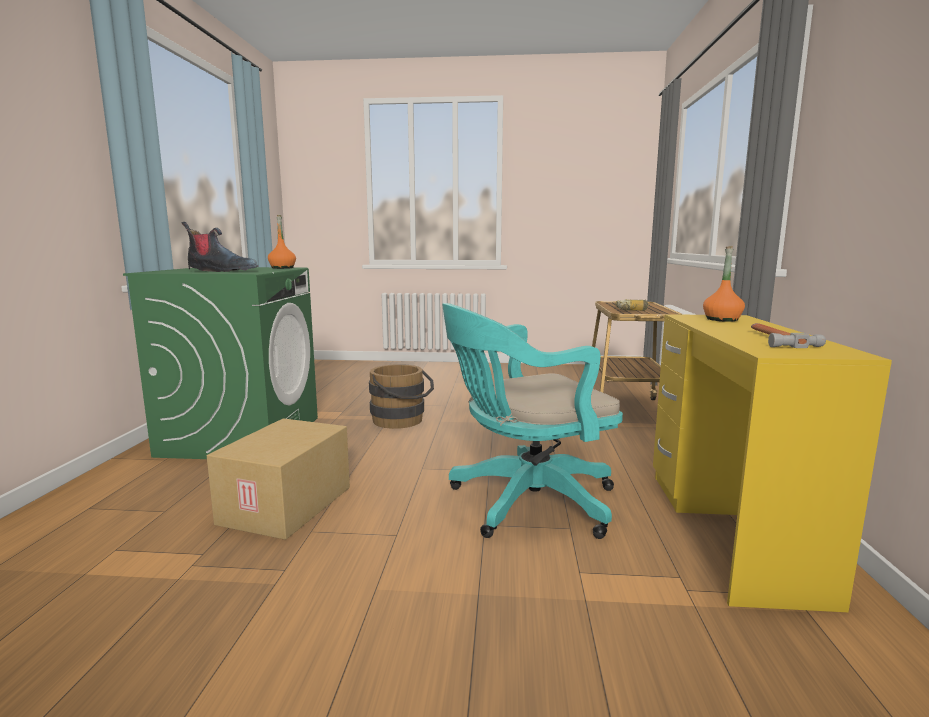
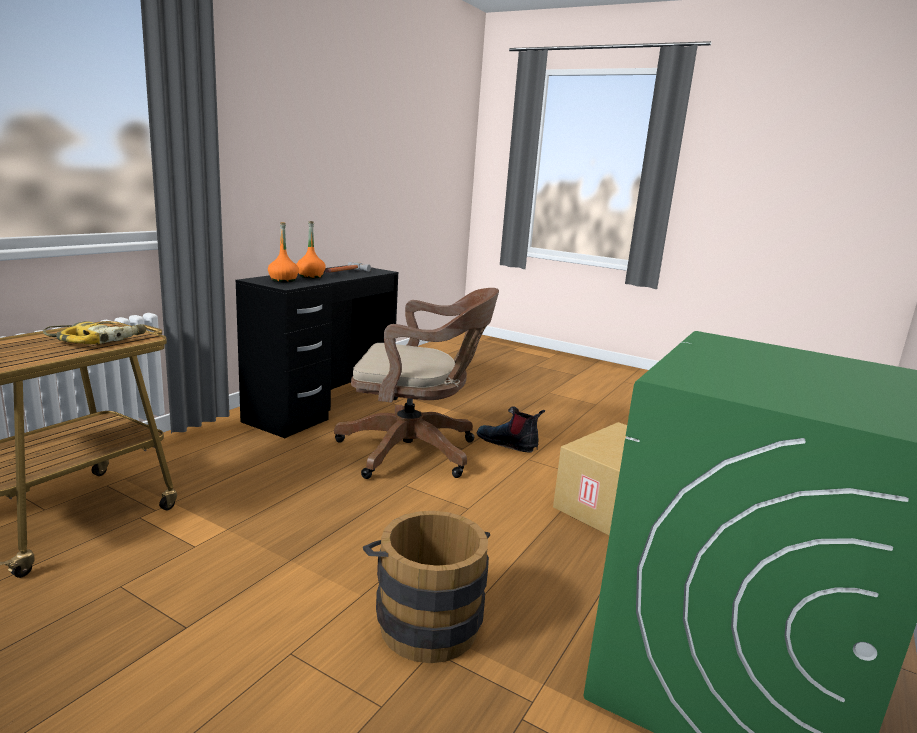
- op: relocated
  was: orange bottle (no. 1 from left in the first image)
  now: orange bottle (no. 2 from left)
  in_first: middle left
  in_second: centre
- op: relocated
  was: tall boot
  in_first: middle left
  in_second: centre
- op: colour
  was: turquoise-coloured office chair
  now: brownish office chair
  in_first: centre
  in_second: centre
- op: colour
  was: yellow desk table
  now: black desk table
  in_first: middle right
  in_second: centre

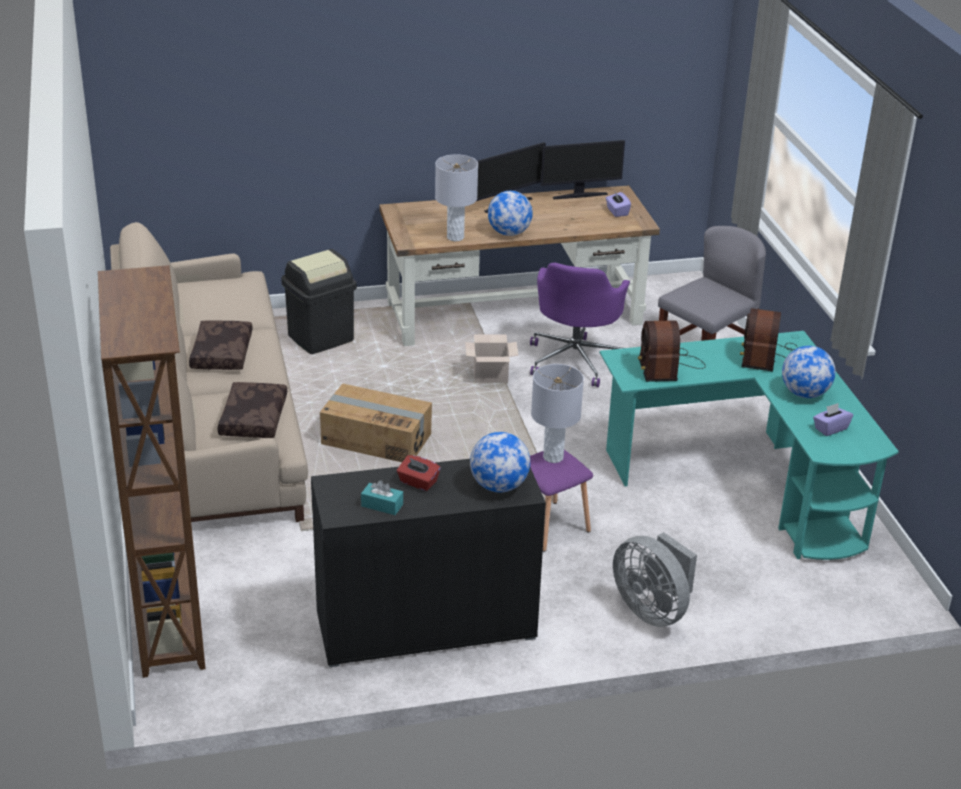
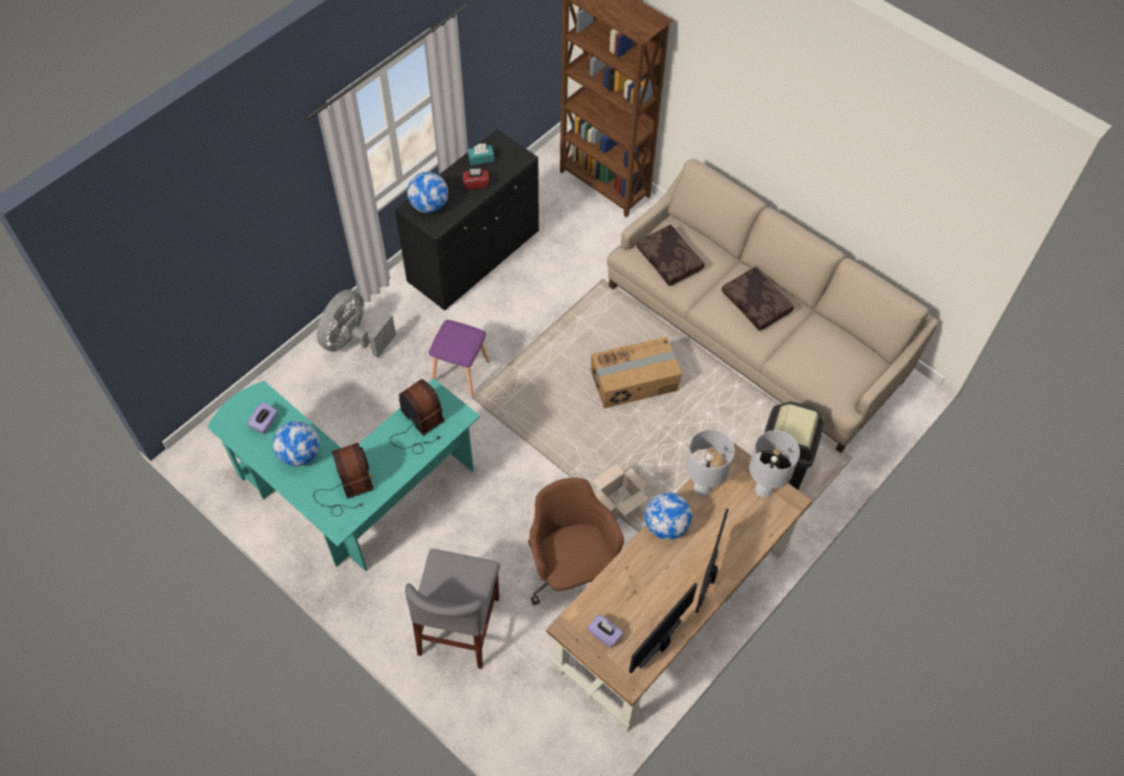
- op: colour
  was: purple-coloured office chair
  now: brownish office chair
  in_first: centre
  in_second: bottom centre
- op: relocated
  was: greyish tabletop lamp (no. 2 from left)
  in_first: centre
  in_second: middle right
- op: spun
  was: greyish fan
  in_first: bottom right
  in_second: middle left
  clockwise: -75

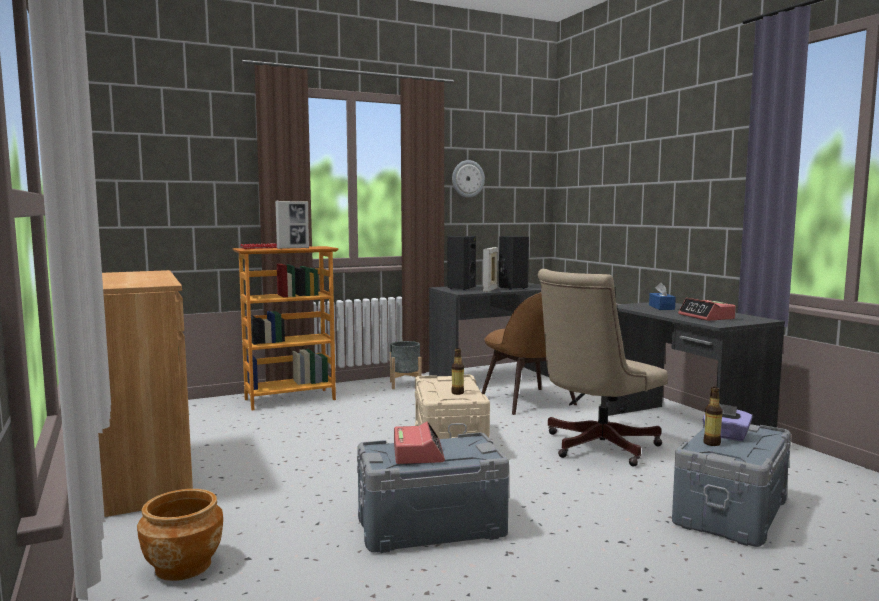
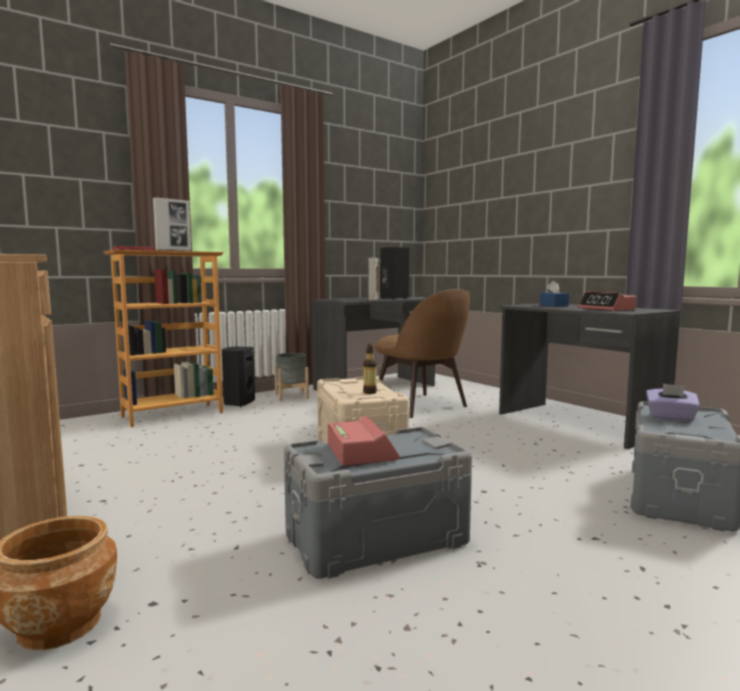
- op: missing
  was: wall clock
  in_first: top centre
- op: relocated
  was: black loudspeaker (no. 1 from left)
  in_first: centre
  in_second: middle left
- op: missing
  was: beige-coloured office chair
  in_first: middle right
- op: missing
  was: bottle (no. 2 from left)
  in_first: bottom right

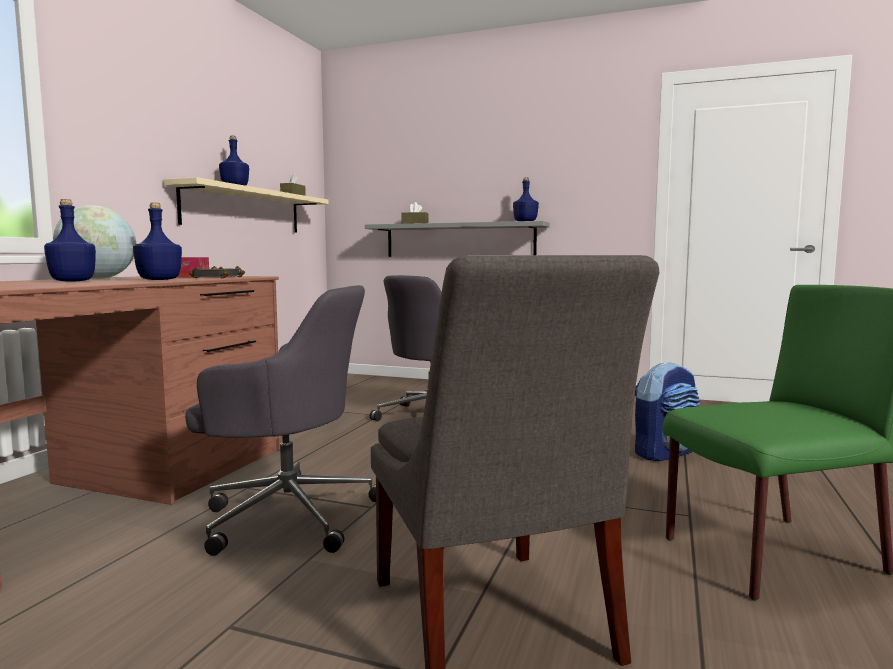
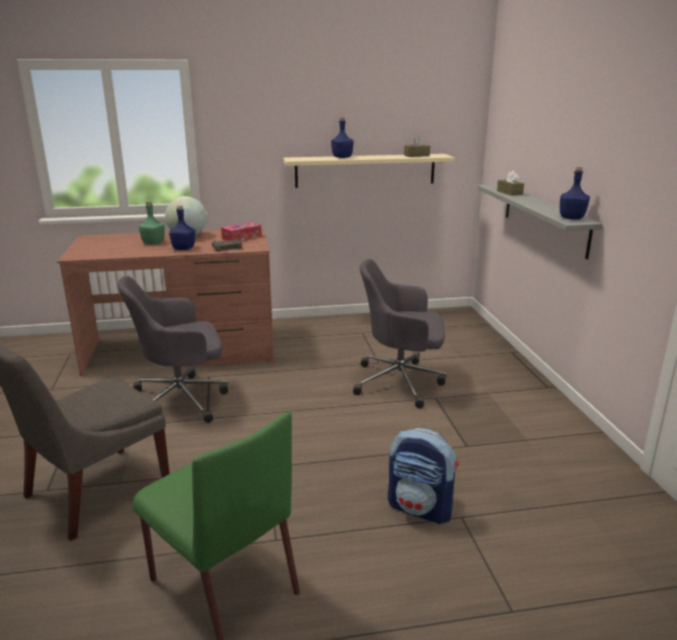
- op: colour
  was: blue bottle (no. 1 from left)
  now: greenish bottle
  in_first: middle left
  in_second: middle left
- op: spun
  was: greyish office chair (no. 1 from left)
  in_first: middle left
  in_second: middle left
  clockwise: 90

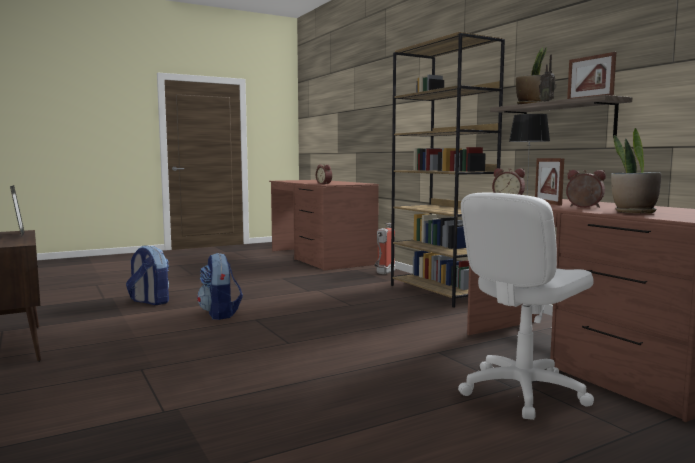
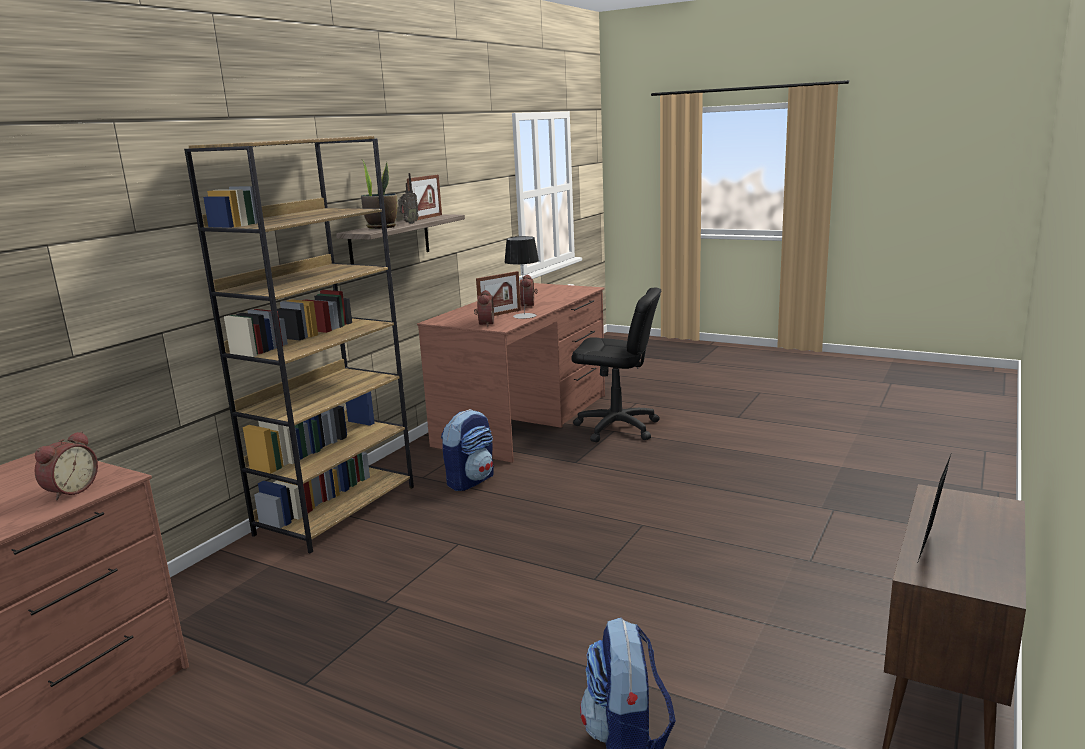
- op: missing
  was: plant in a pot (no. 2 from left)
  in_first: middle right
- op: colour
  was: white office chair
  now: black office chair
  in_first: middle right
  in_second: centre
- op: missing
  was: fire-fighting cylinder
  in_first: centre
- op: relocated
  was: rucksack (no. 2 from left in the first image)
  now: rucksack (no. 1 from left)
  in_first: middle left
  in_second: centre

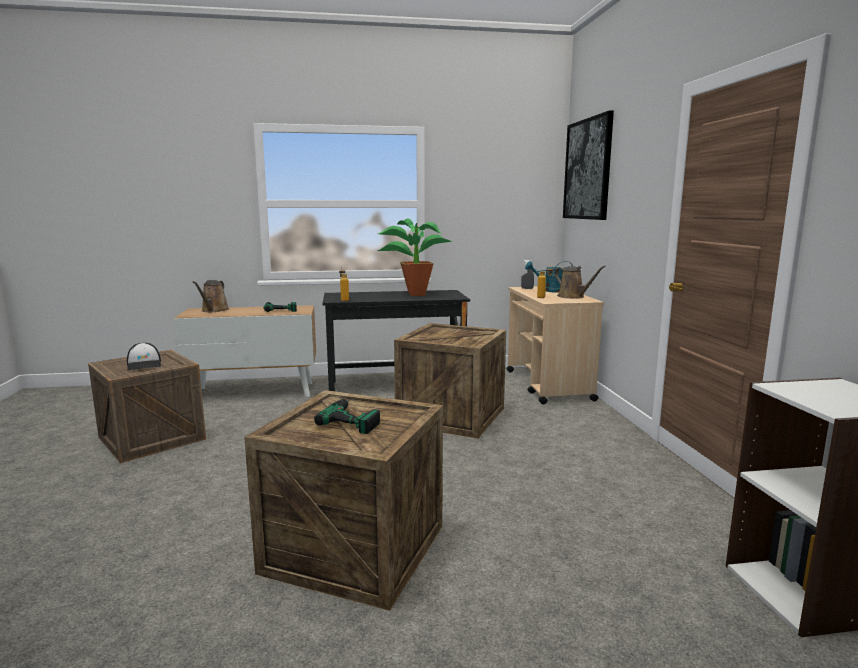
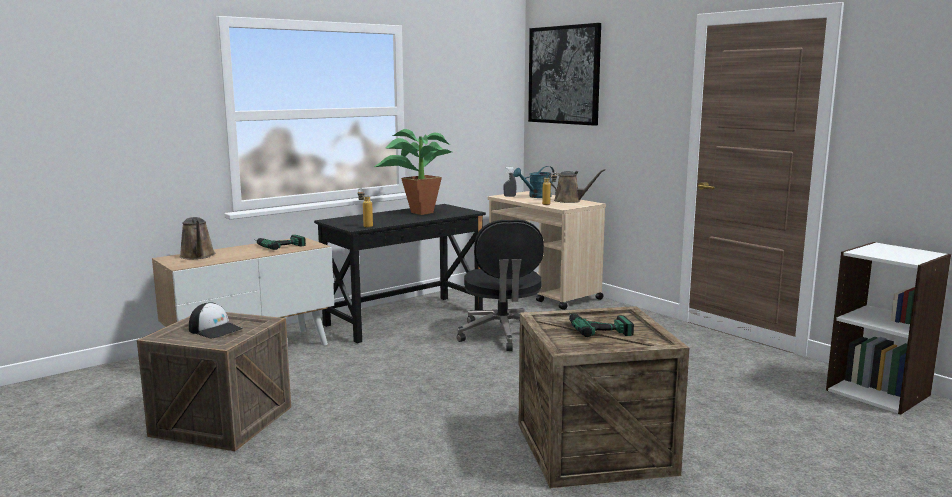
- op: exchanged
  was: packing crate (no. 3 from left)
  now: black office chair
  in_first: centre
  in_second: centre

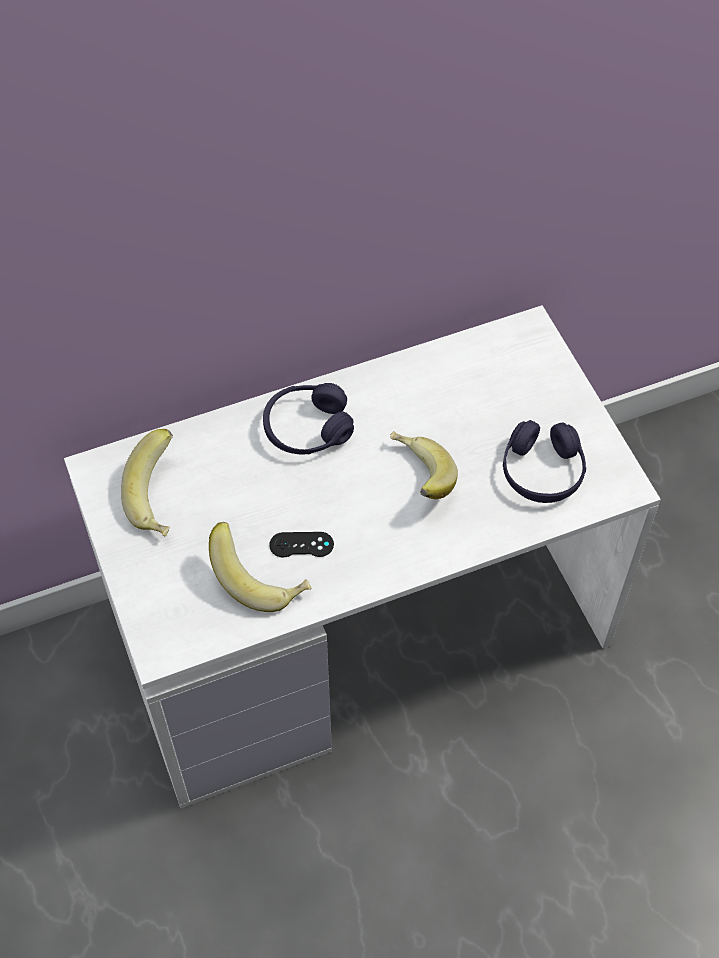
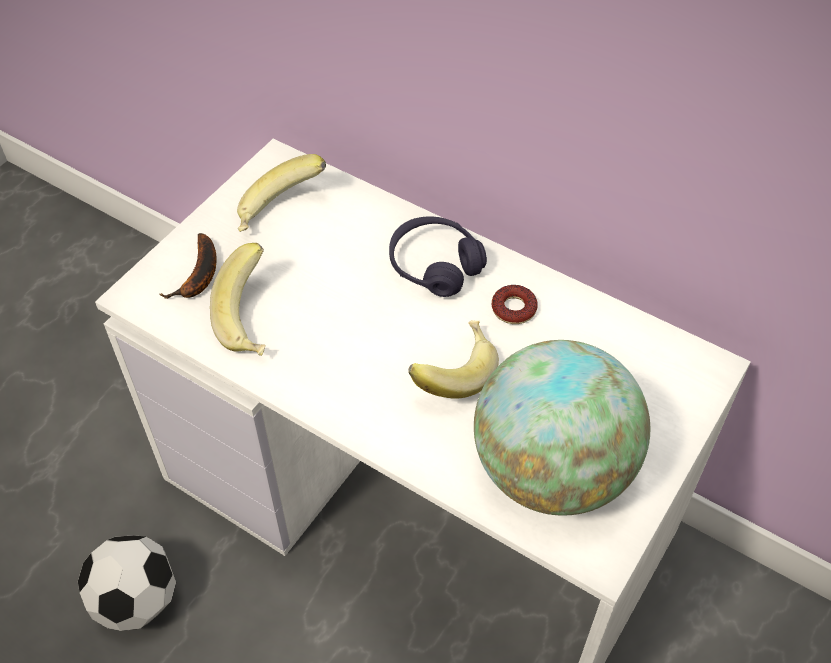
- op: exchanged
  was: purple-coloured headset (no. 2 from left)
  now: desk globe
  in_first: middle right
  in_second: middle right
- op: missing
  was: black joypad
  in_first: centre
- op: appeared
  now: banana fruit (no. 1 from left)
  in_second: middle left
- op: appeared
  now: ring doughnut
  in_second: centre
- op: appeared
  now: football ball
  in_second: bottom left

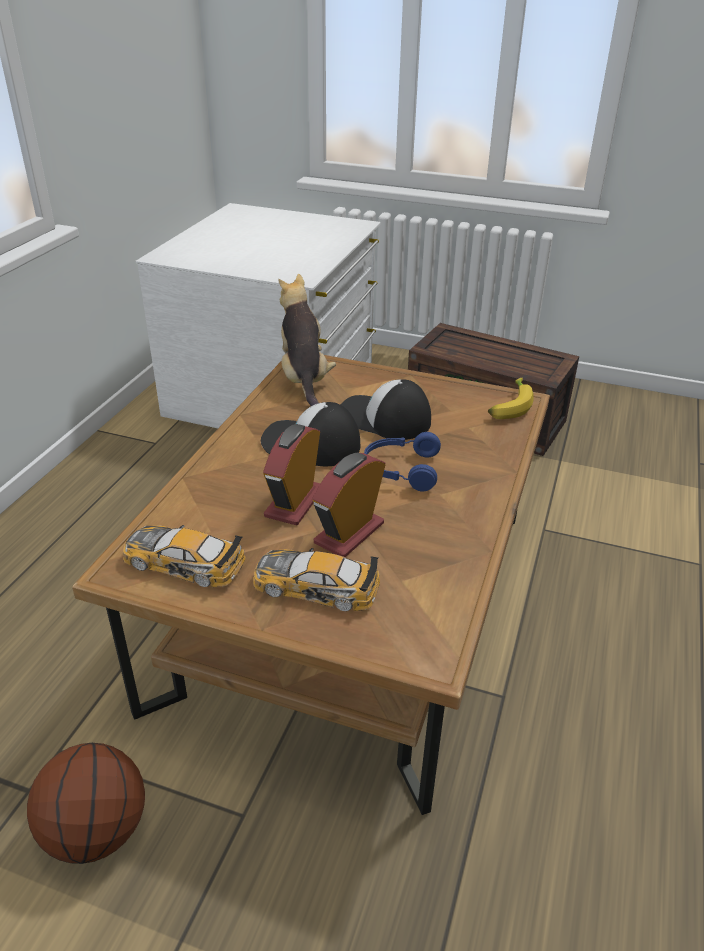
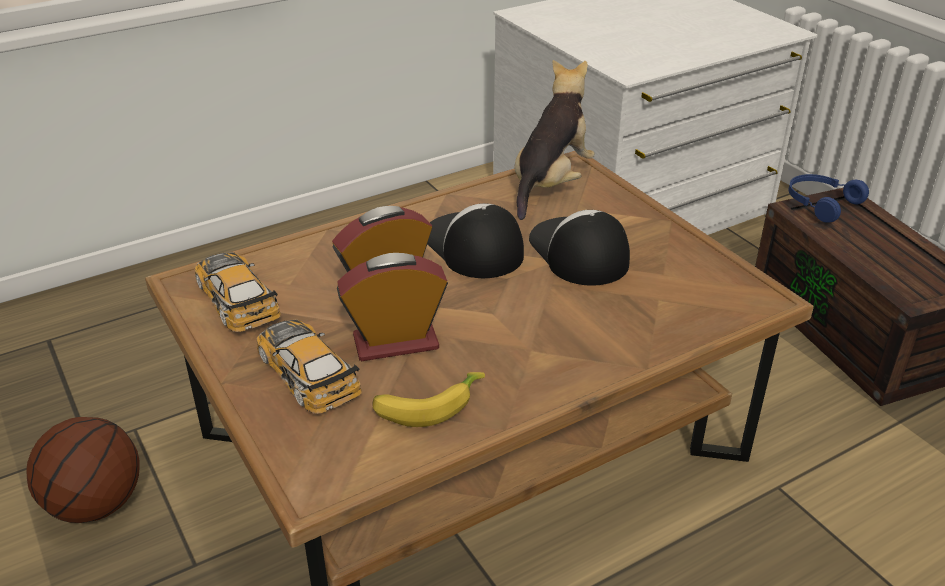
- op: relocated
  was: banana fruit
  in_first: middle right
  in_second: bottom centre
- op: relocated
  was: blue headset
  in_first: centre
  in_second: middle right

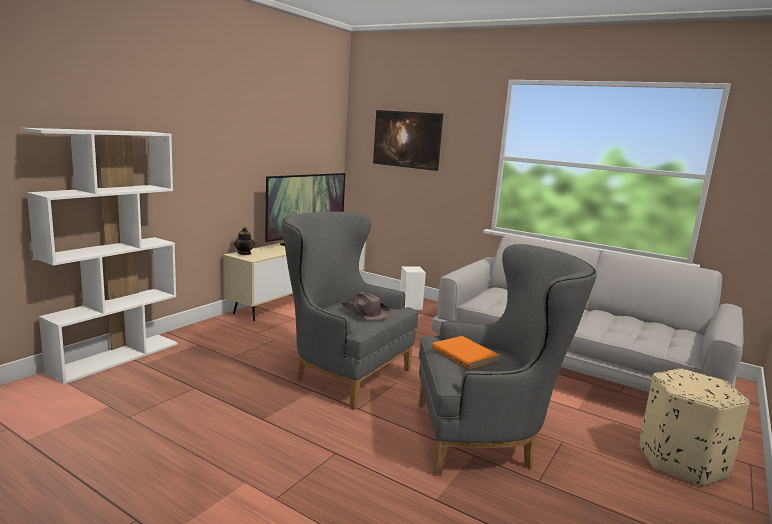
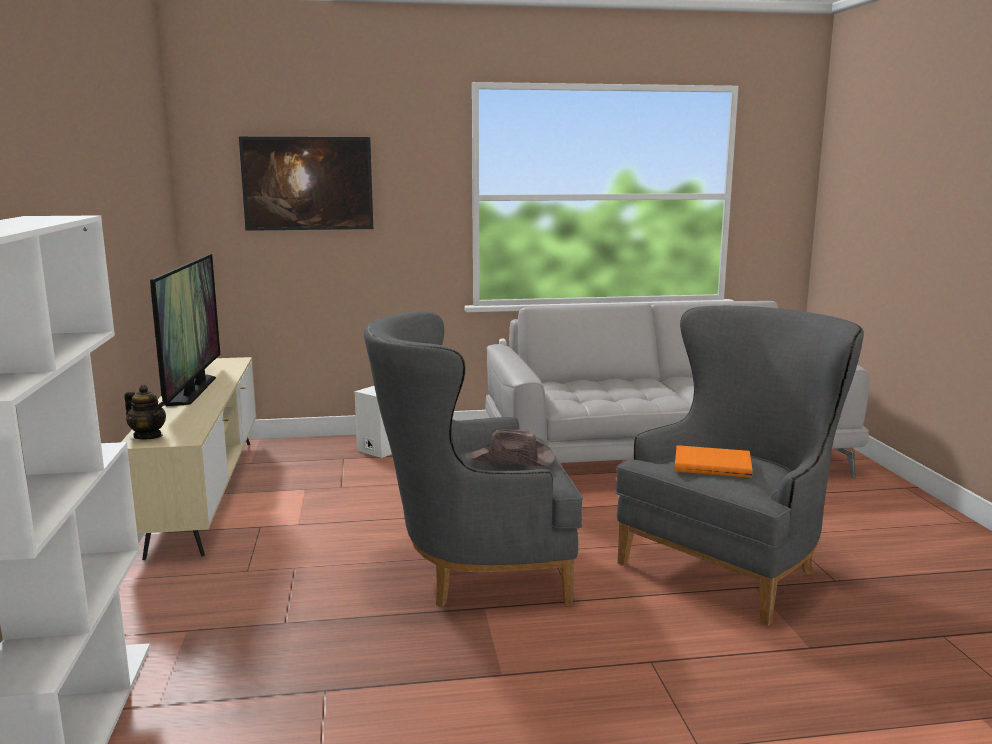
- op: missing
  was: beige-coloured footrest
  in_first: bottom right

